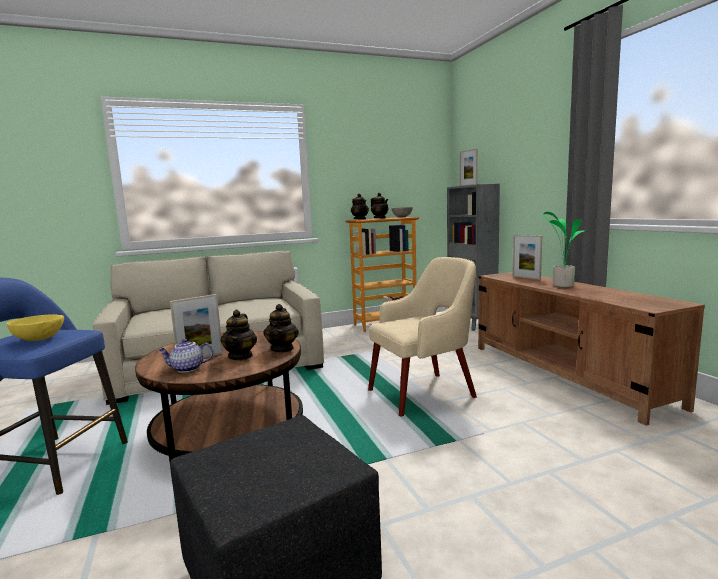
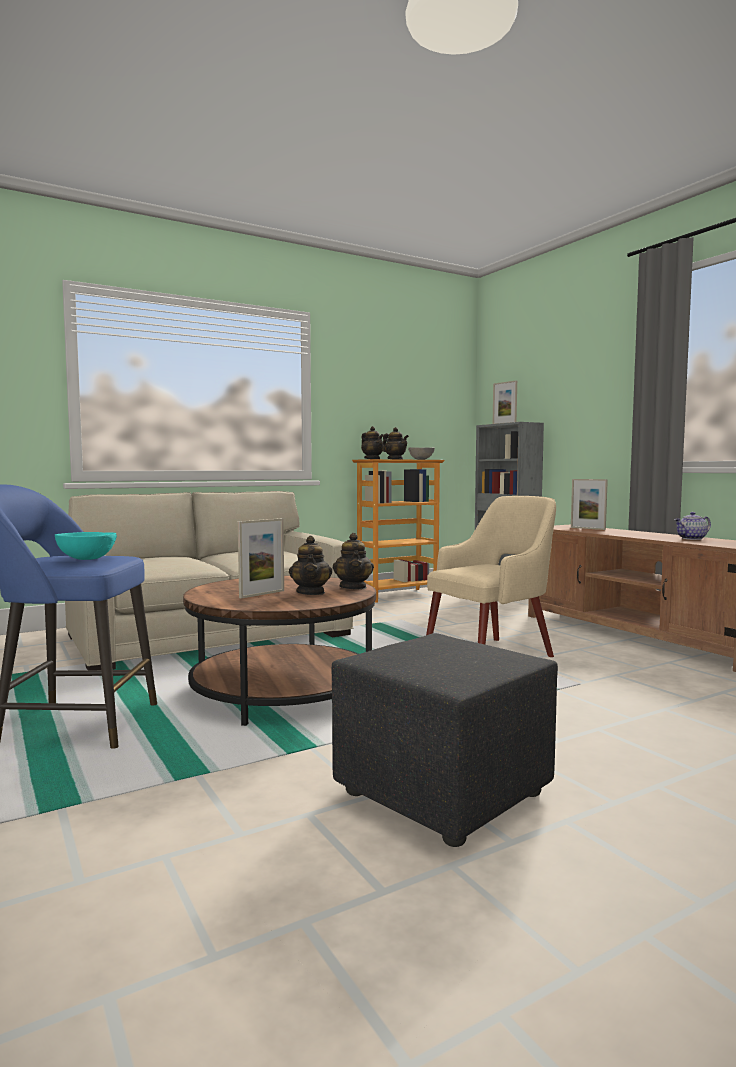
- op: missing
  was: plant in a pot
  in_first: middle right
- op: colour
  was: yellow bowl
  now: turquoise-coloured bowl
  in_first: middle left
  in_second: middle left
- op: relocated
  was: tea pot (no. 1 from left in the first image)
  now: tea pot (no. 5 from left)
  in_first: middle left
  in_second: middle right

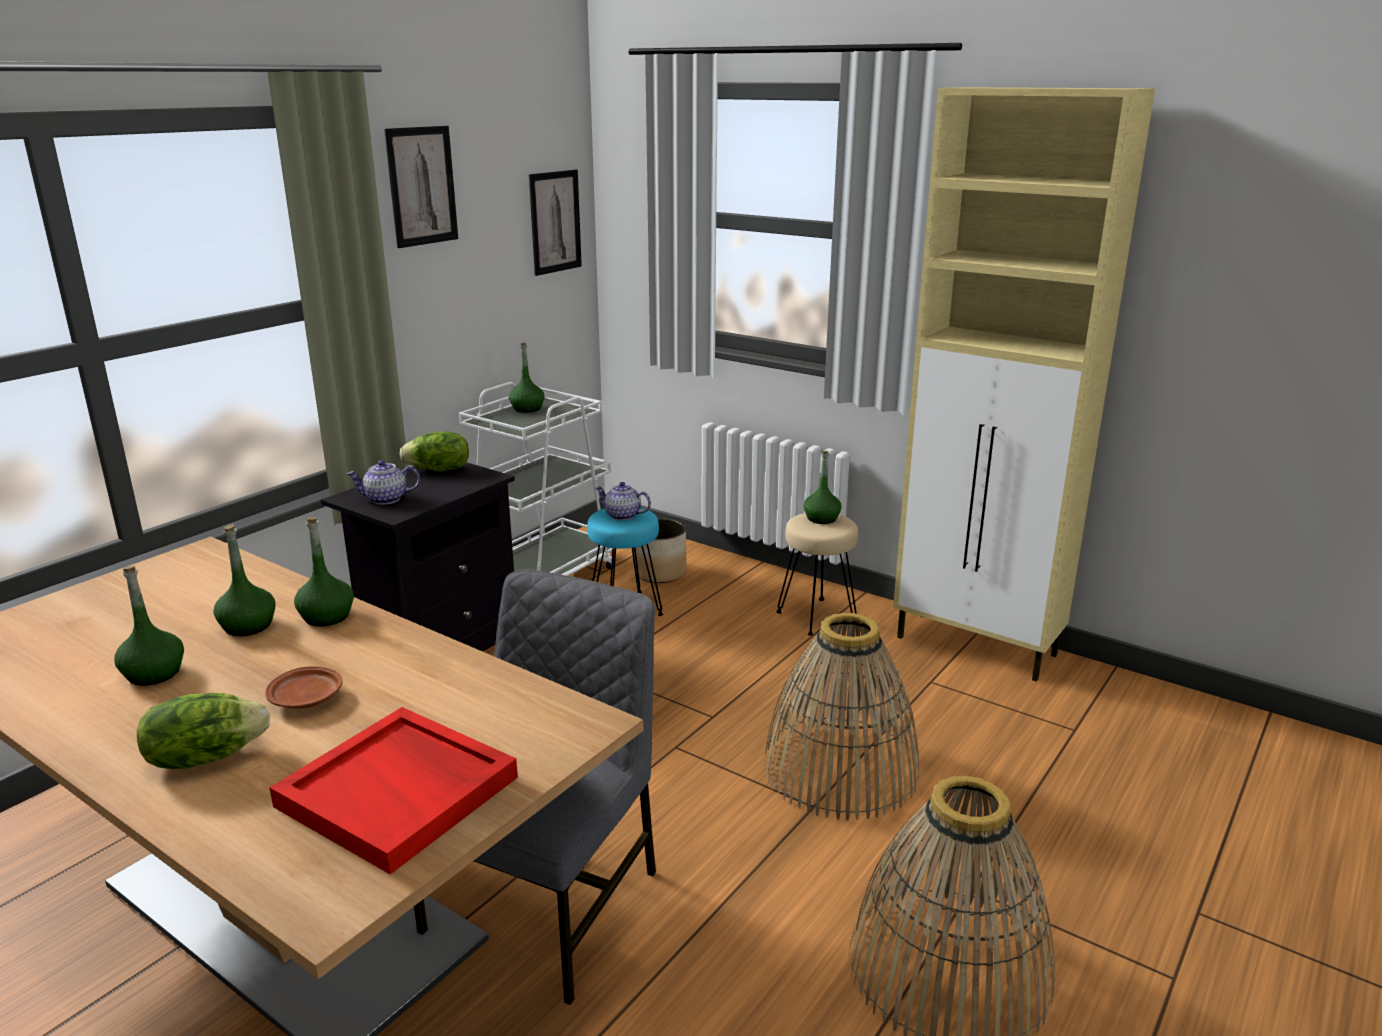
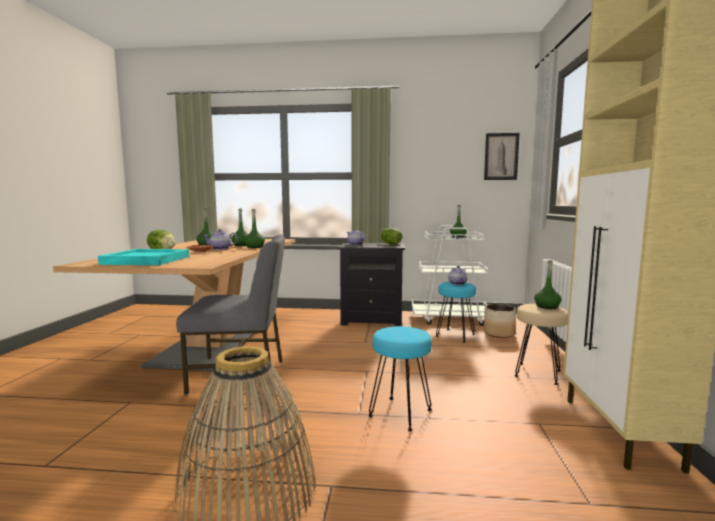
- op: missing
  was: picture (no. 1 from left)
  in_first: top left
- op: exchanged
  was: basket (no. 1 from left)
  now: turquoise-coloured stool (no. 1 from left)
  in_first: bottom centre
  in_second: bottom centre
- op: colour
  was: reddish serving tray
  now: turquoise-coloured serving tray
  in_first: bottom left
  in_second: middle left
- op: appeared
  now: tea pot (no. 1 from left)
  in_second: middle left

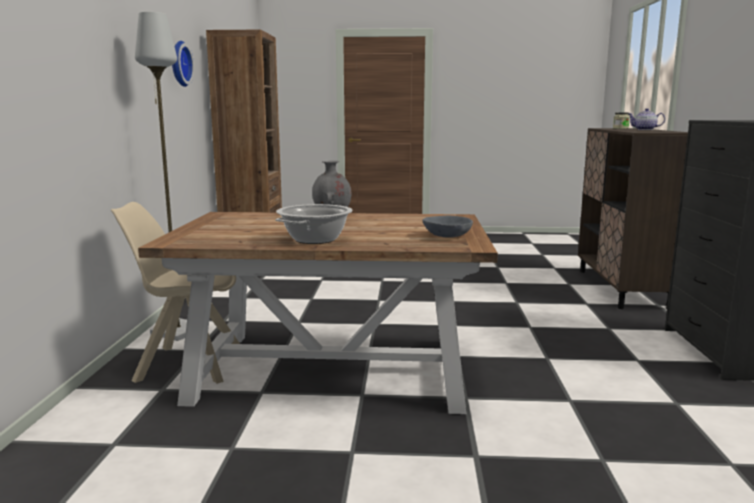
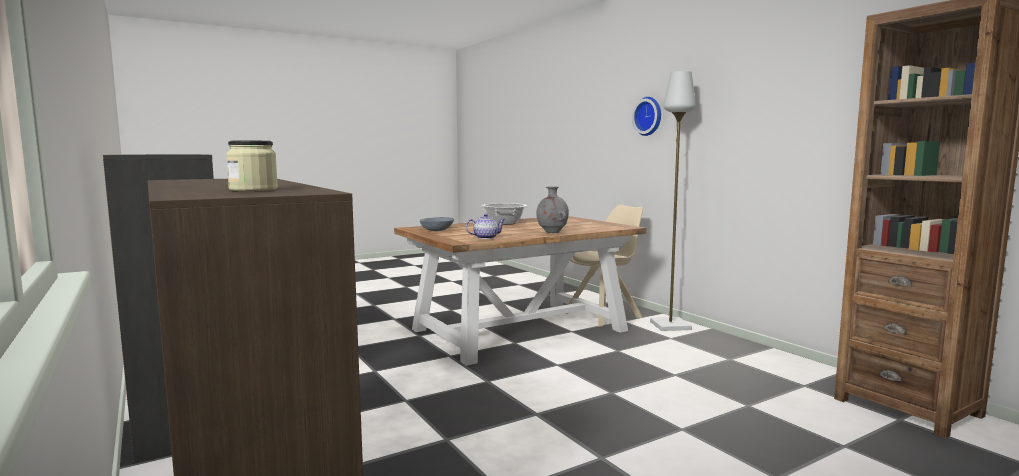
- op: relocated
  was: wall clock
  in_first: top left
  in_second: top centre
- op: relocated
  was: tea pot
  in_first: top right
  in_second: centre

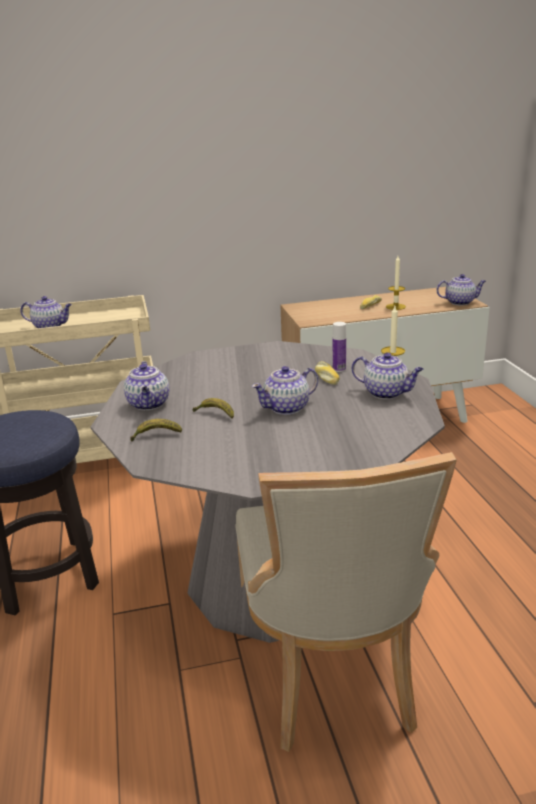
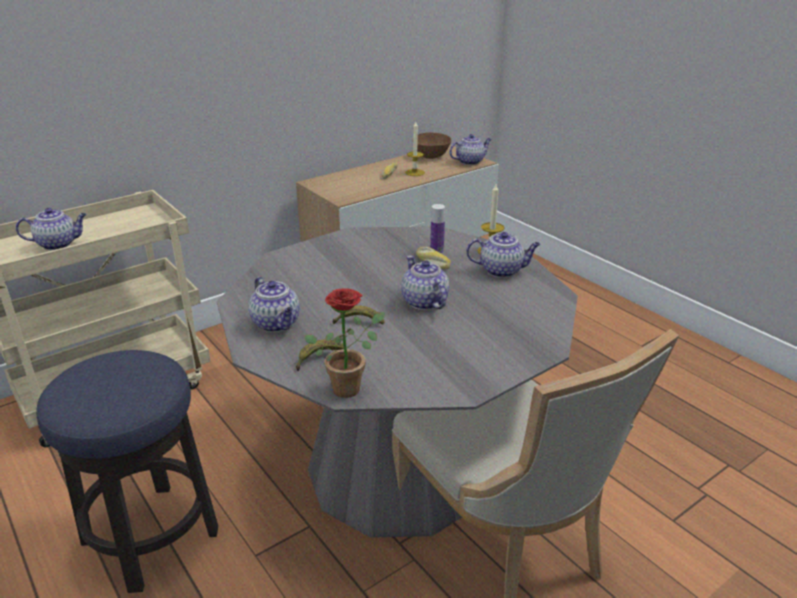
- op: spun
  was: tea pot (no. 3 from left)
  in_first: centre
  in_second: centre
  clockwise: 120
- op: appeared
  now: brownish bowl
  in_second: top centre
- op: appeared
  now: plant in a pot
  in_second: centre

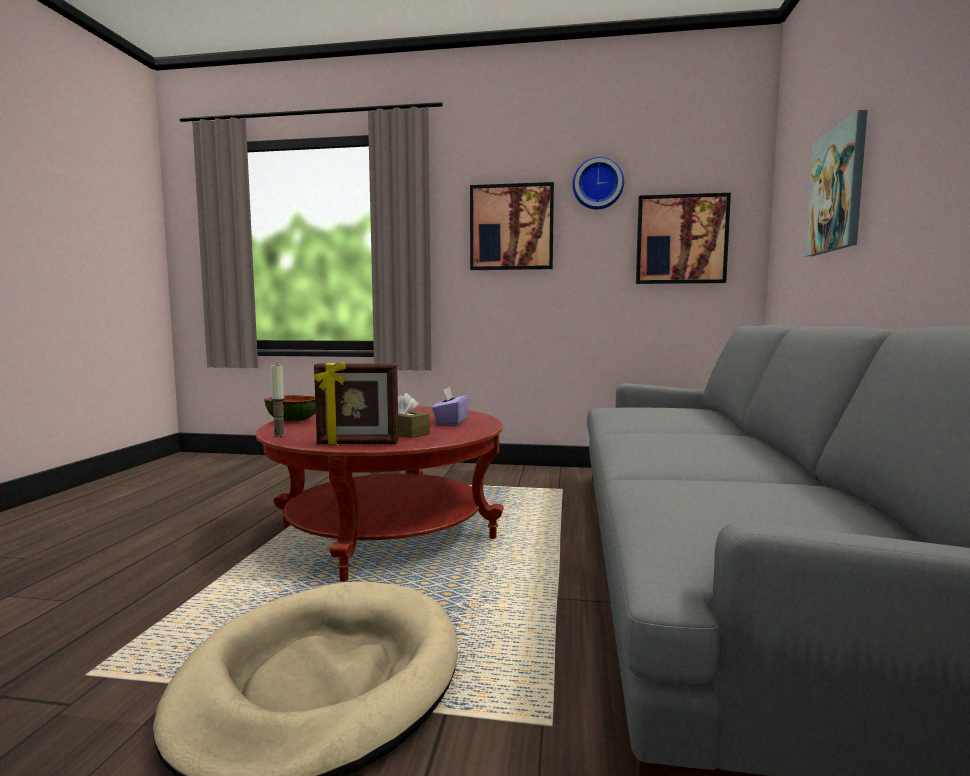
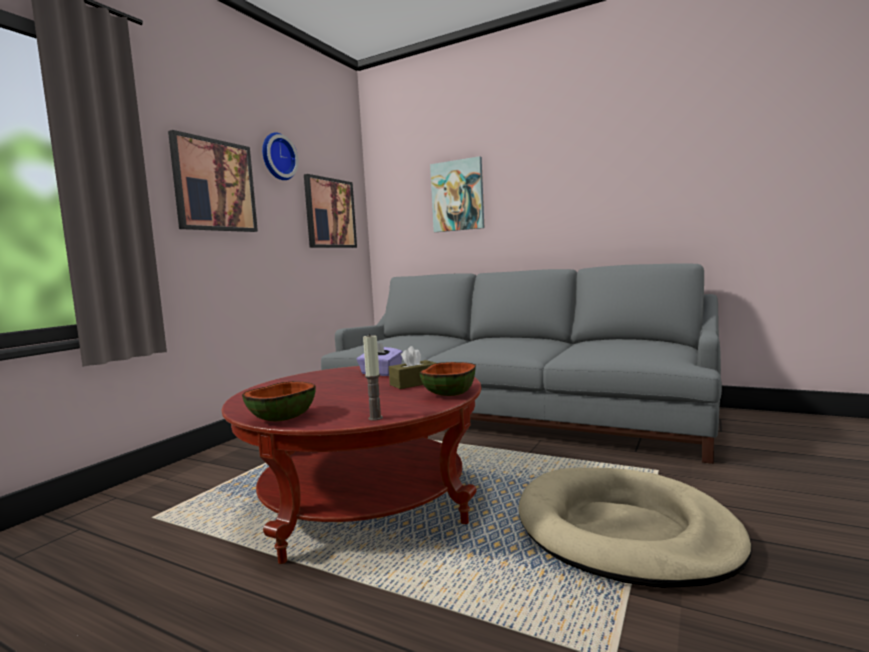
- op: exchanged
  was: standing frame
  now: bowl (no. 2 from left)
  in_first: centre
  in_second: centre

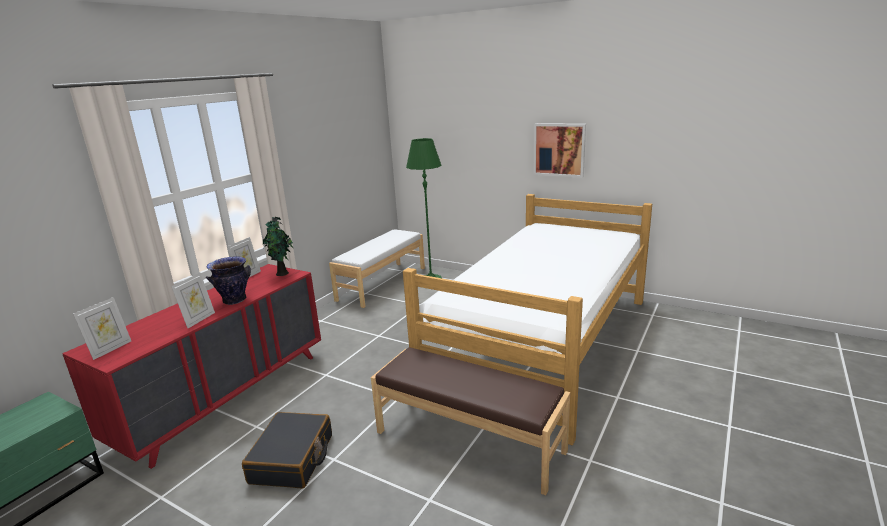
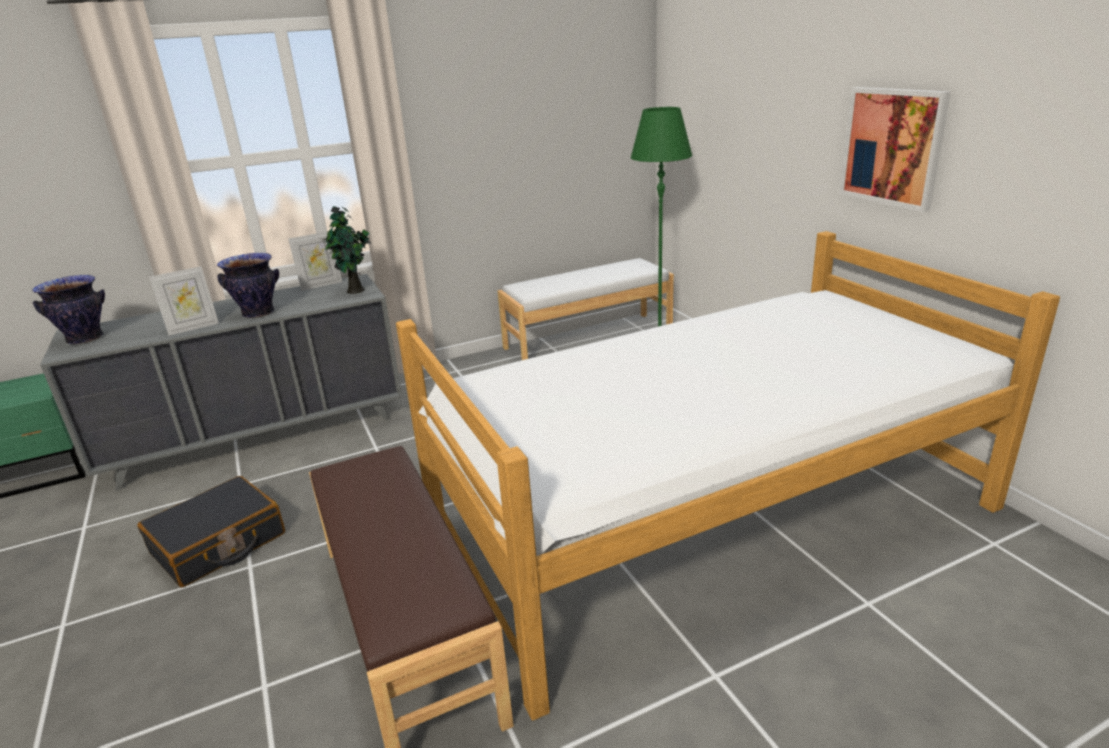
- op: colour
  was: reddish chest of drawers
  now: greyish chest of drawers
  in_first: bottom left
  in_second: middle left
- op: exchanged
  was: standing frame (no. 1 from left)
  now: vase (no. 1 from left)
  in_first: middle left
  in_second: middle left

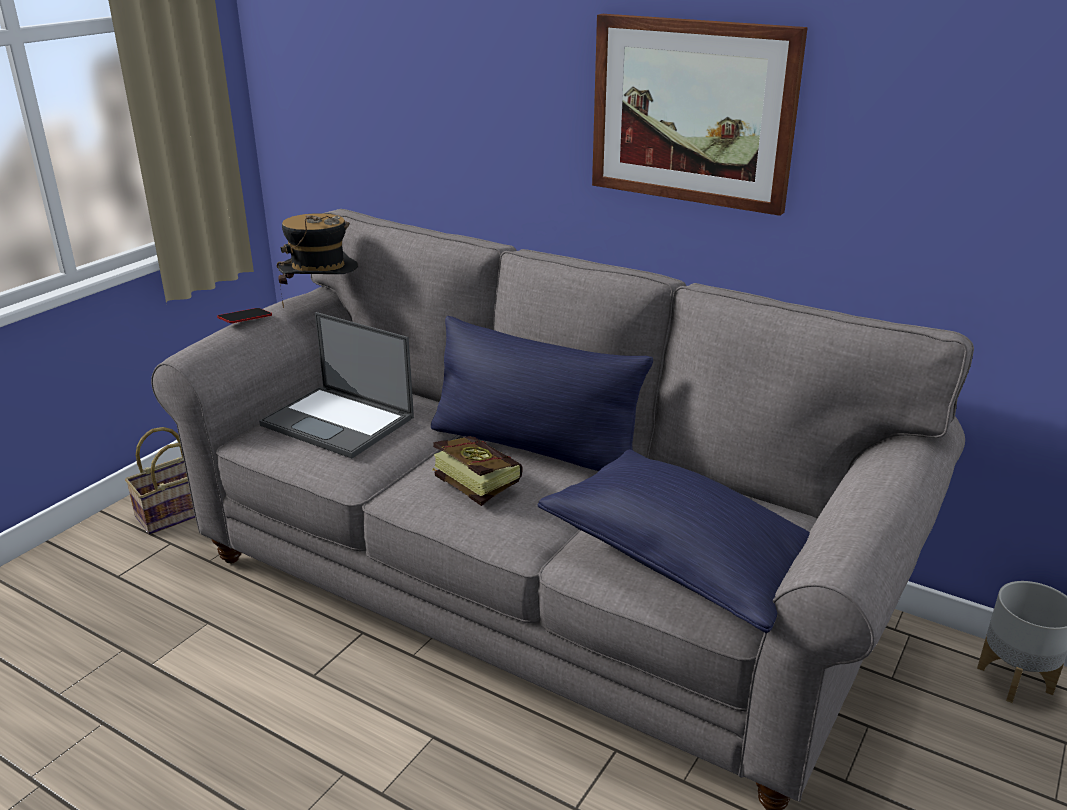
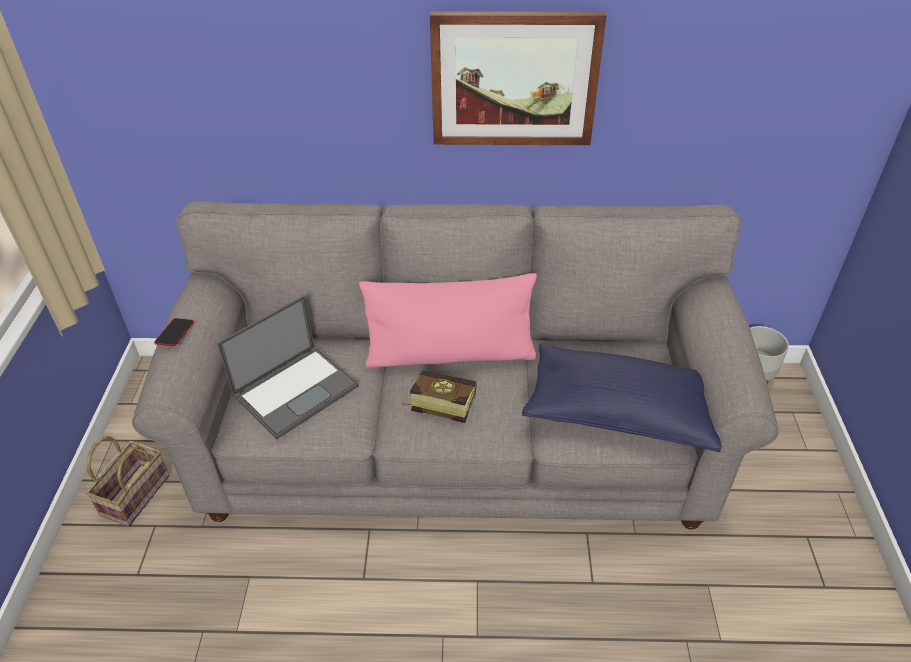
- op: missing
  was: hat
  in_first: top left
- op: spun
  was: laptop
  in_first: middle left
  in_second: middle left
  clockwise: -45
- op: colour
  was: blue pillow (no. 1 from left)
  now: pink-coloured pillow
  in_first: centre
  in_second: centre

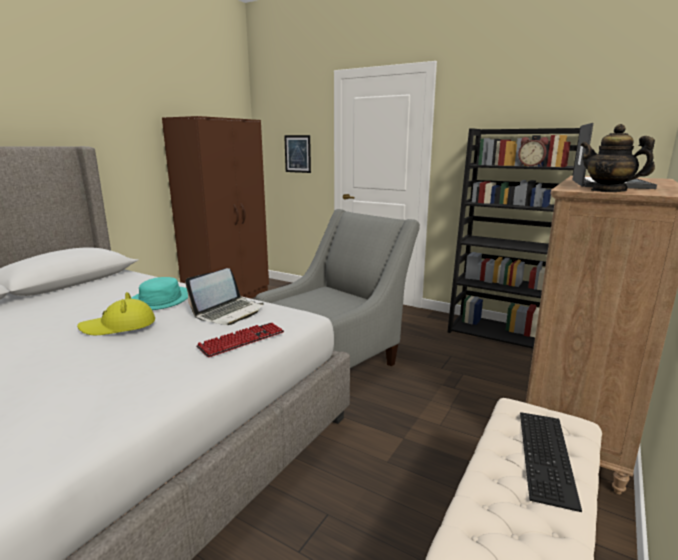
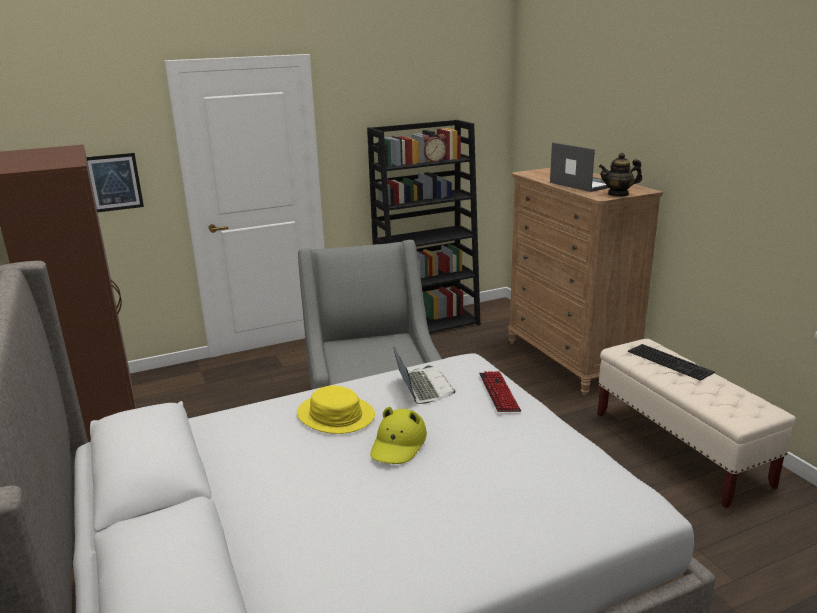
- op: colour
  was: turquoise-coloured hat
  now: yellow hat (no. 1 from left)
  in_first: middle left
  in_second: bottom centre

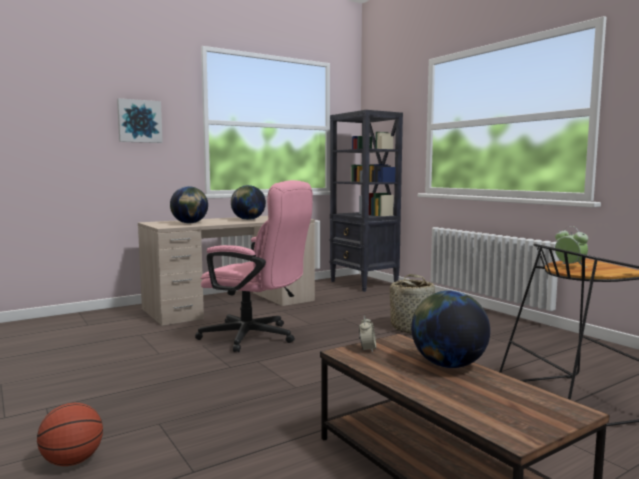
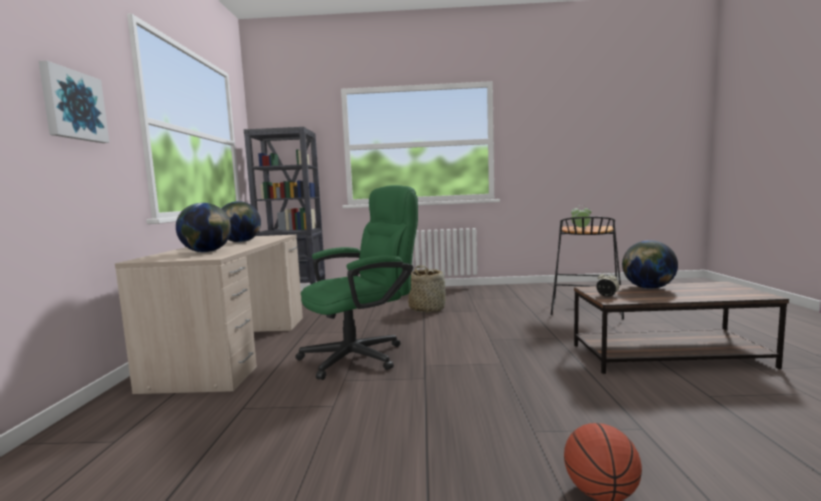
- op: colour
  was: pink-coloured office chair
  now: greenish office chair
  in_first: centre
  in_second: centre

